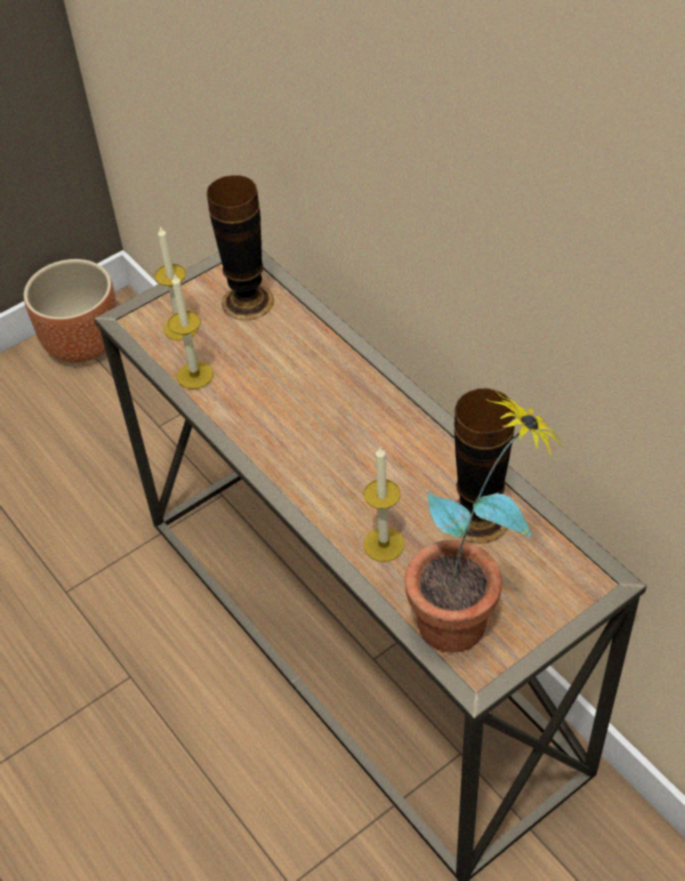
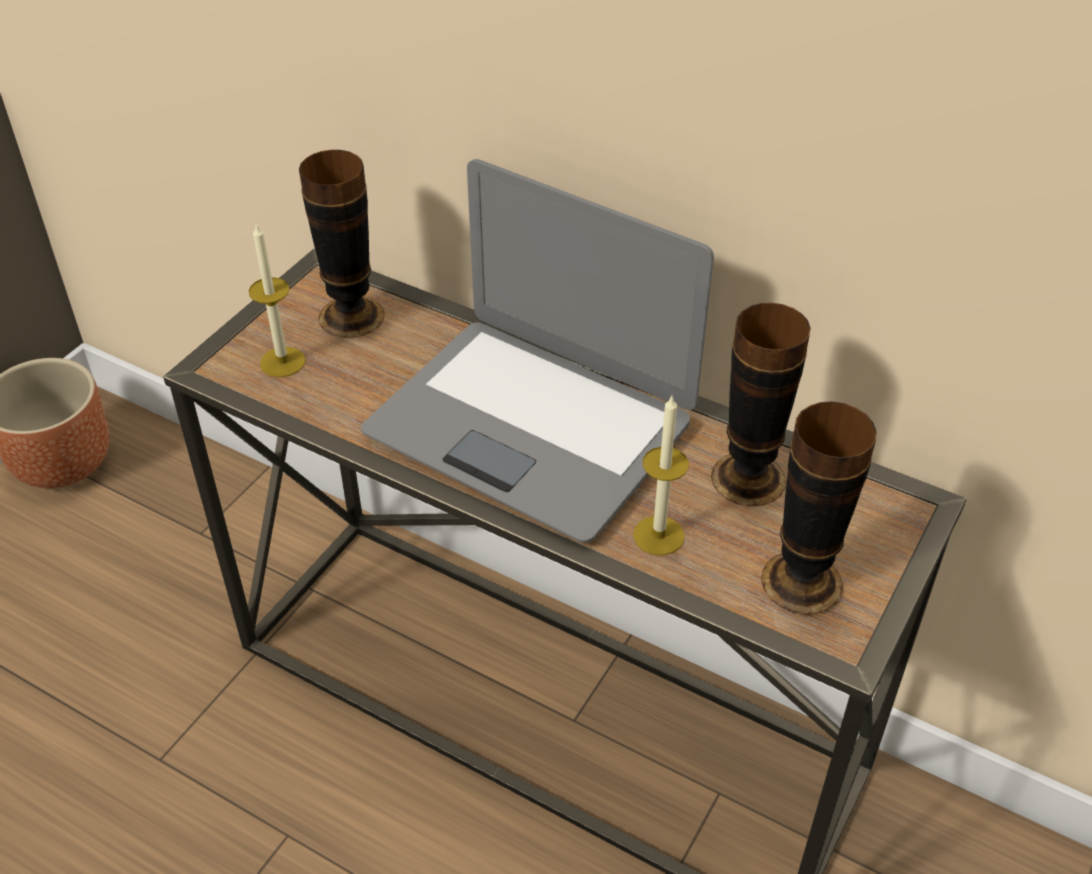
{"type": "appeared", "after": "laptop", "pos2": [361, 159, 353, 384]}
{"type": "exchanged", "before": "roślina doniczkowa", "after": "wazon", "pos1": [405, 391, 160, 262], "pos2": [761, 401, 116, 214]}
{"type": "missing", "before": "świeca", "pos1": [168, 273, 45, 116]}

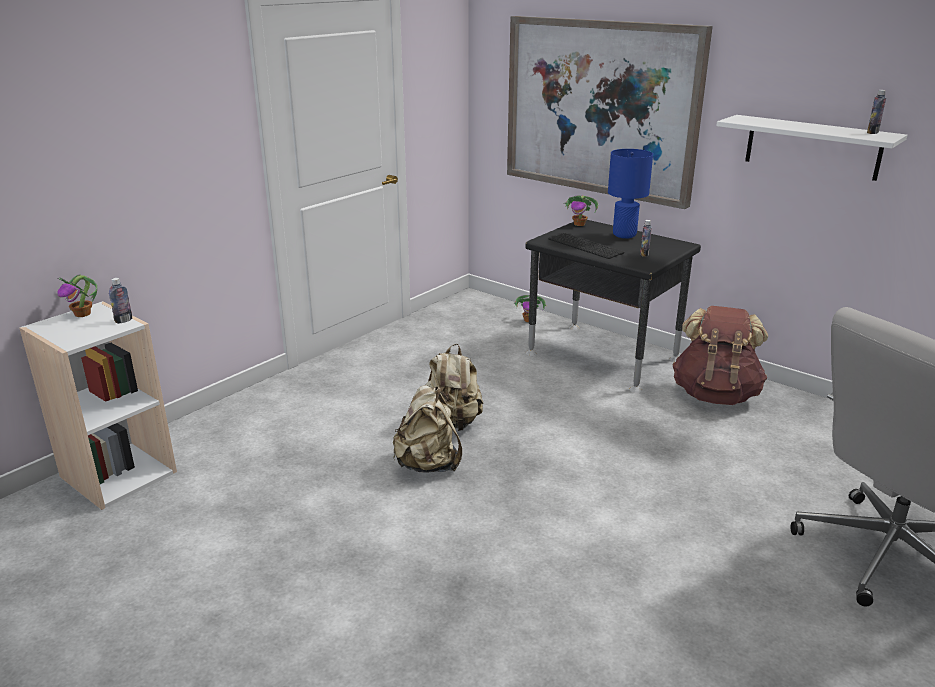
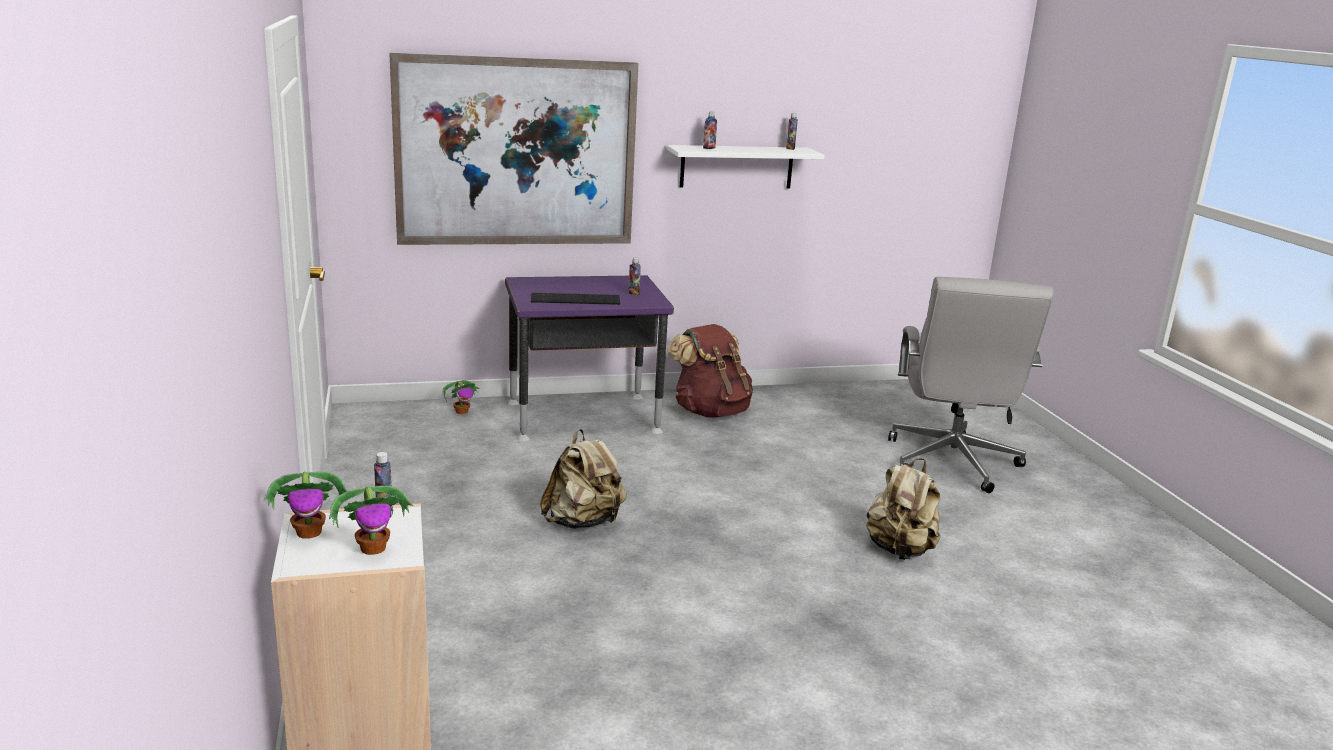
{"type": "relocated", "before": "roślina doniczkowa", "pos1": [563, 195, 35, 31], "pos2": [329, 486, 84, 69]}
{"type": "colour", "before": "biurko/czarny", "after": "biurko/fioletowy", "pos1": [526, 220, 175, 173], "pos2": [505, 275, 169, 166]}
{"type": "appeared", "after": "butelka", "pos2": [703, 112, 14, 37]}
{"type": "relocated", "before": "plecak/beżowy", "pos1": [393, 385, 69, 88], "pos2": [866, 458, 75, 102]}
{"type": "missing", "before": "lampa stołowa/niebieski", "pos1": [608, 149, 45, 90]}

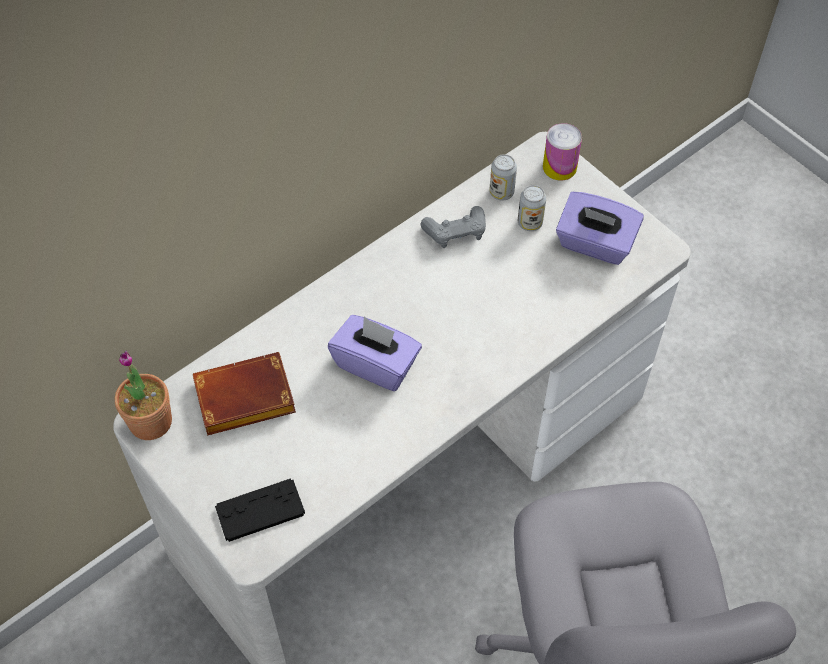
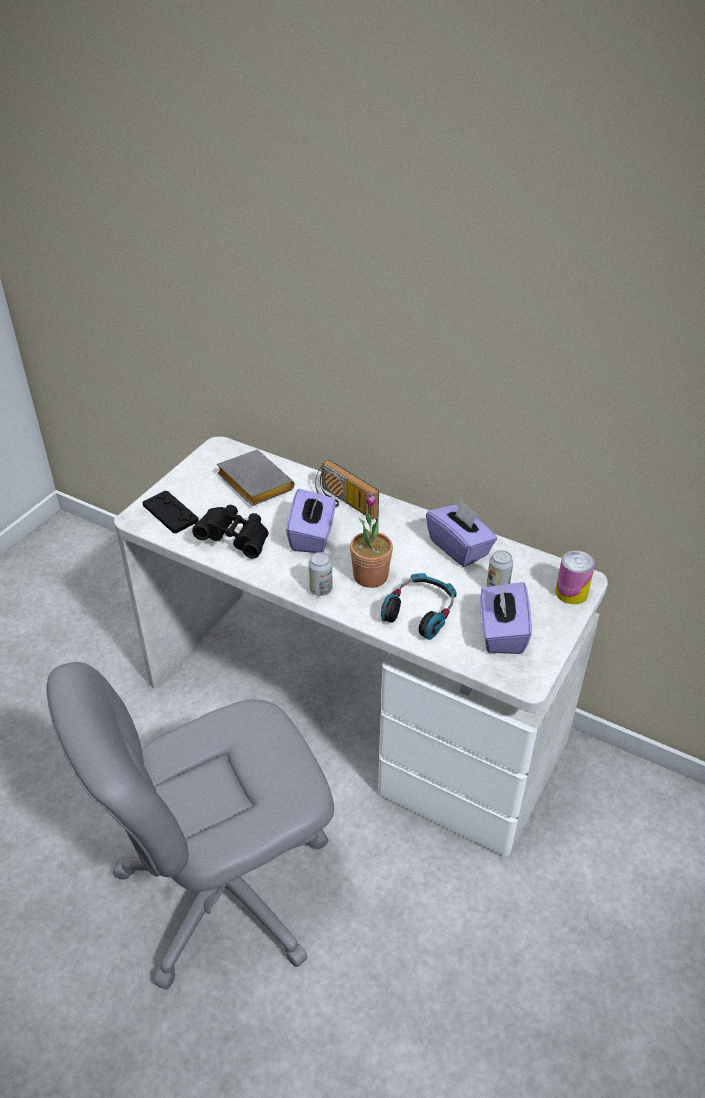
{"type": "appeared", "after": "lornetka/czarny", "pos2": [192, 505, 77, 54]}
{"type": "colour", "before": "książka/brązowy", "after": "książka/szary", "pos1": [193, 352, 103, 84], "pos2": [217, 450, 77, 56]}
{"type": "relocated", "before": "puszka", "pos1": [489, 154, 28, 46], "pos2": [308, 552, 25, 44]}
{"type": "appeared", "after": "radio", "pos2": [315, 460, 64, 59]}
{"type": "relocated", "before": "roślina doniczkowa", "pos1": [114, 351, 58, 89], "pos2": [350, 493, 43, 95]}
{"type": "appeared", "after": "słuchawki", "pos2": [381, 573, 76, 67]}
{"type": "exchanged", "before": "pad do gier/szary", "after": "pudełko chusteczek/fioletowy", "pos1": [421, 206, 65, 42], "pos2": [426, 499, 71, 68]}

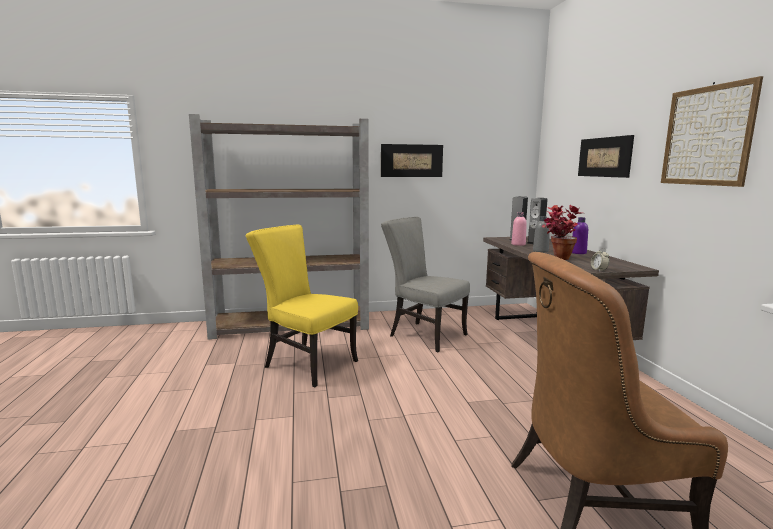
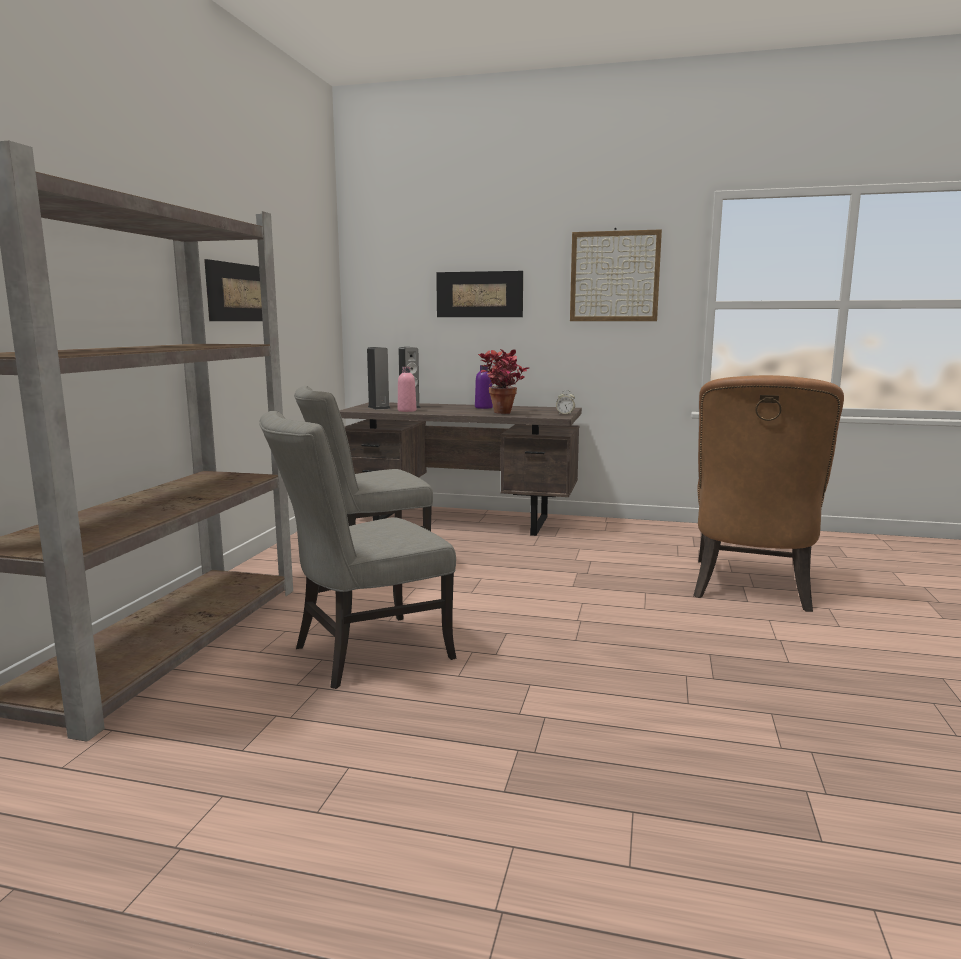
{"type": "colour", "before": "krzesło/żółty", "after": "krzesło/szary", "pos1": [246, 225, 112, 162], "pos2": [260, 411, 197, 278]}
{"type": "missing", "before": "butelka/szary", "pos1": [533, 216, 17, 36]}

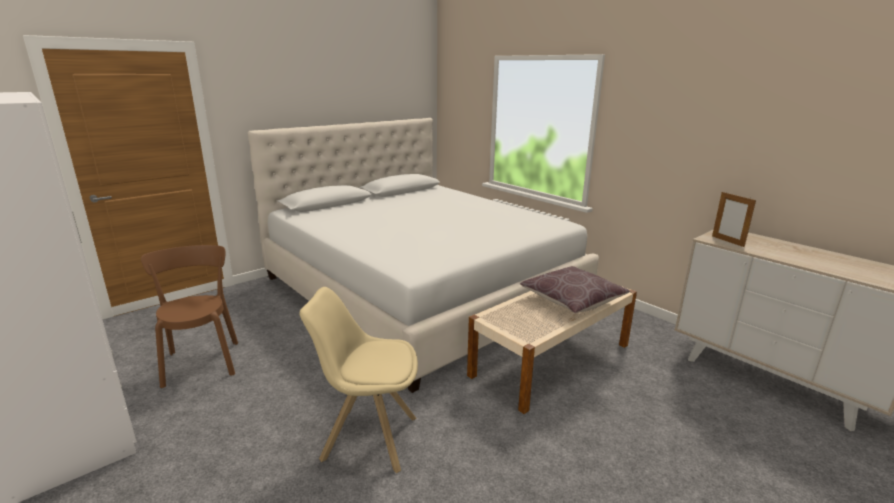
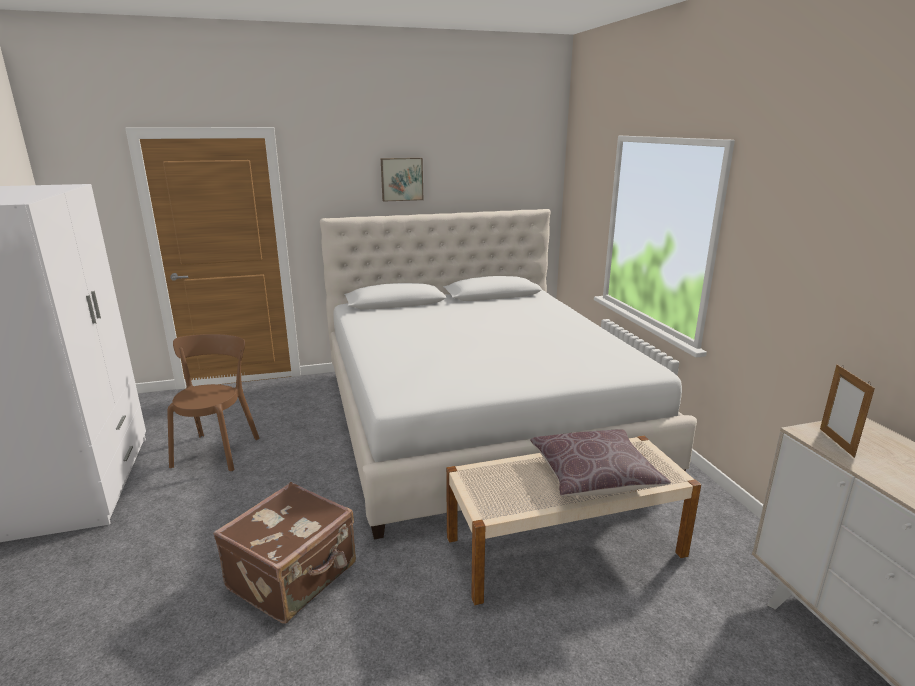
{"type": "exchanged", "before": "krzesło/beżowy", "after": "walizka/brązowy", "pos1": [299, 287, 119, 186], "pos2": [213, 482, 143, 141]}
{"type": "appeared", "after": "obraz", "pos2": [381, 158, 42, 44]}

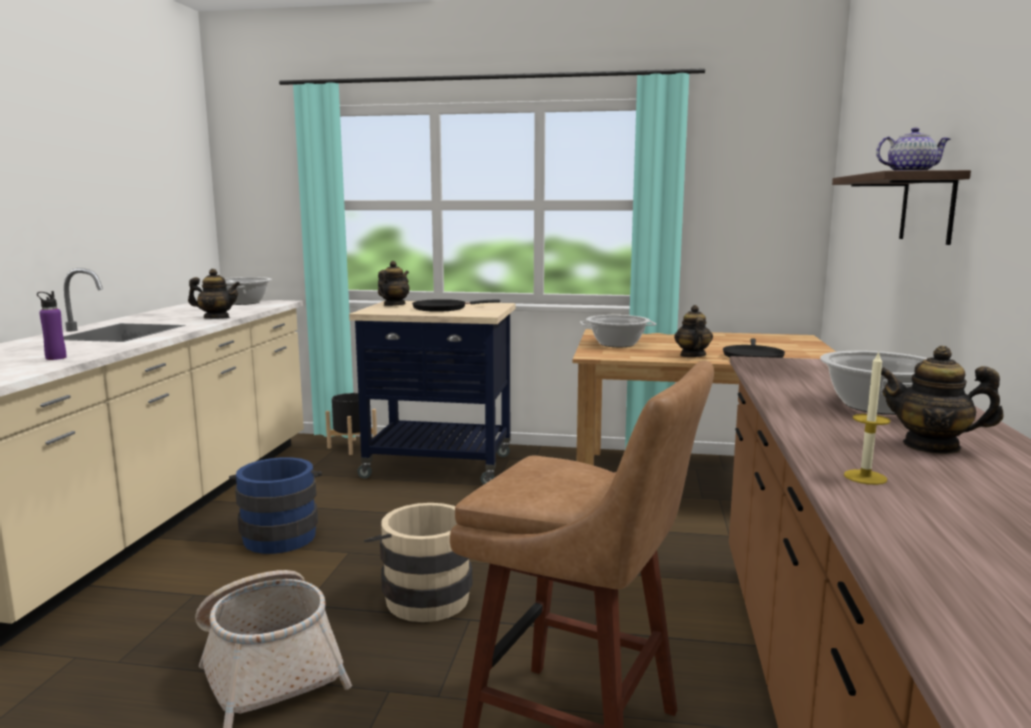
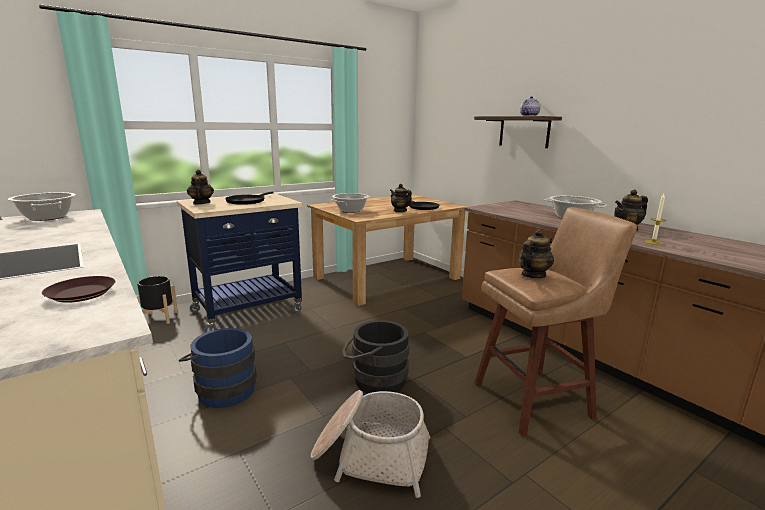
{"type": "exchanged", "before": "butelka/fioletowy", "after": "talerz/brązowy", "pos1": [37, 291, 29, 69], "pos2": [42, 276, 73, 27]}
{"type": "colour", "before": "wiadro/beżowy", "after": "wiadro/czarny", "pos1": [364, 503, 108, 119], "pos2": [342, 320, 67, 73]}
{"type": "relocated", "before": "imbryk", "pos1": [188, 269, 52, 50], "pos2": [518, 229, 36, 49]}

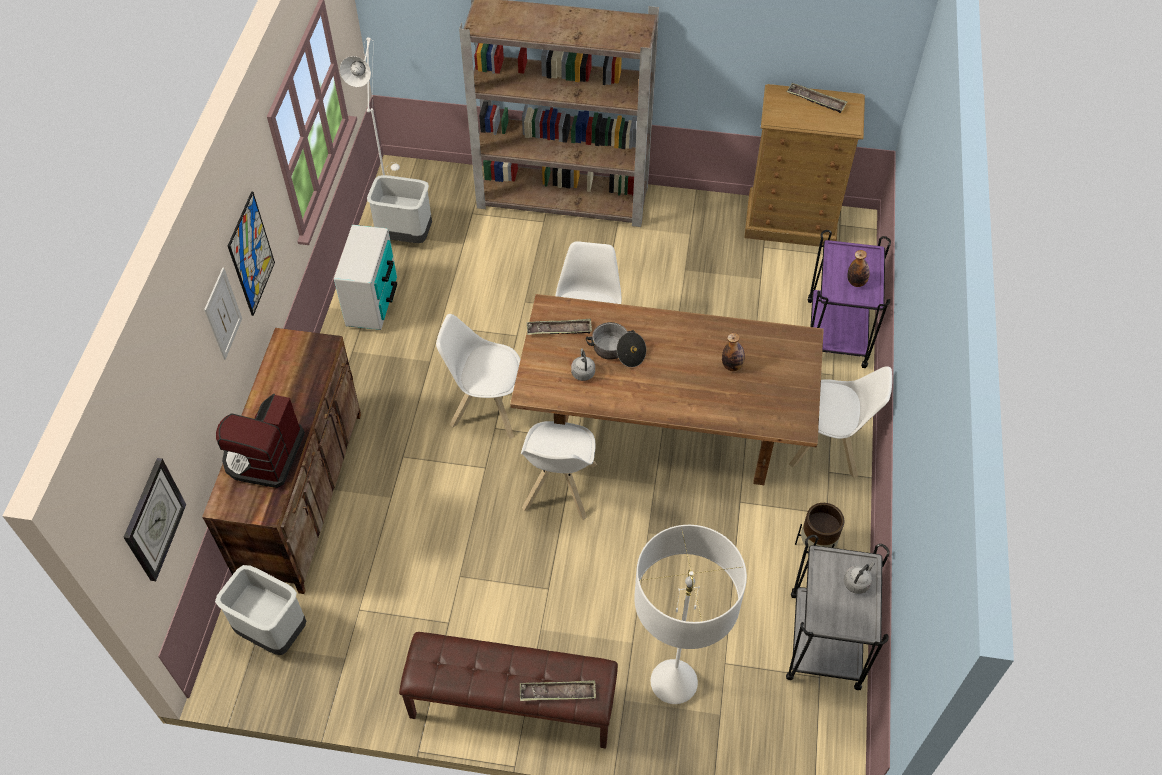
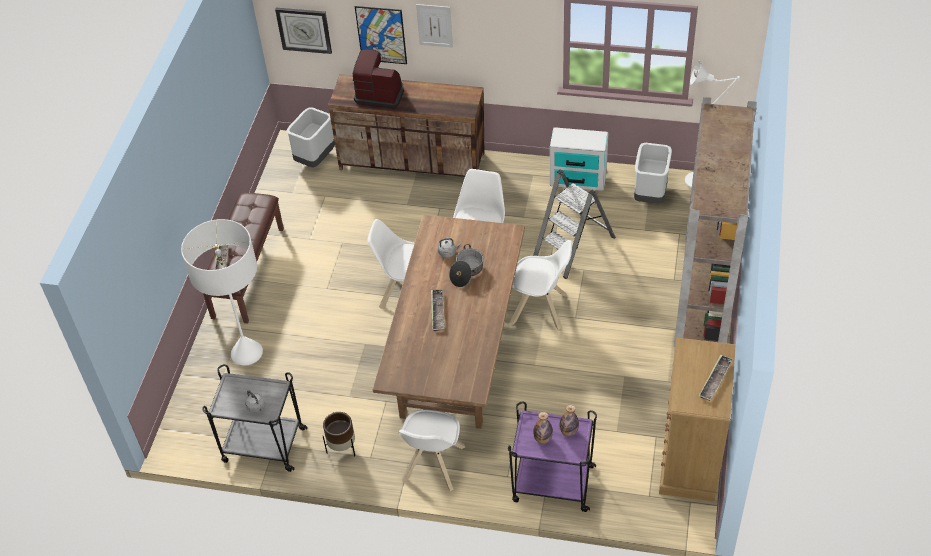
{"type": "relocated", "before": "obraz", "pos1": [228, 191, 47, 125], "pos2": [355, 6, 52, 58]}
{"type": "relocated", "before": "taca", "pos1": [527, 318, 65, 17], "pos2": [431, 289, 14, 42]}
{"type": "appeared", "after": "drabinka/szary", "pos2": [533, 169, 83, 110]}
{"type": "relocated", "before": "butelka", "pos1": [722, 333, 23, 38], "pos2": [560, 405, 19, 31]}

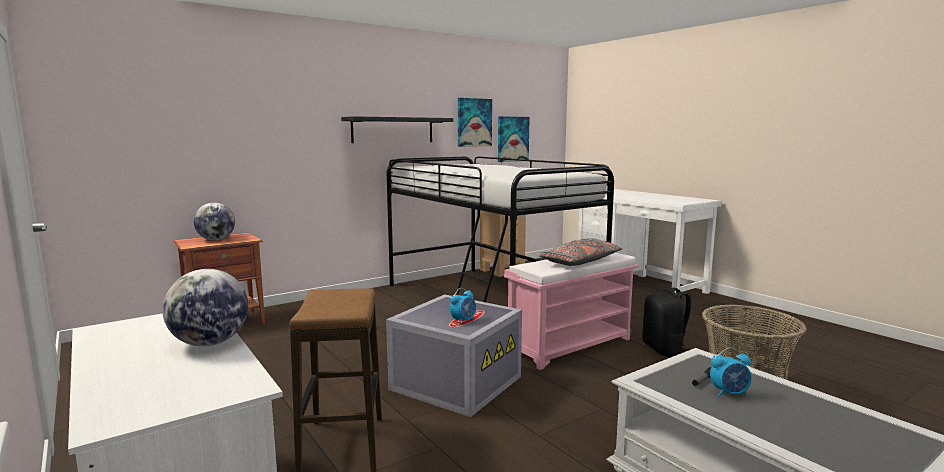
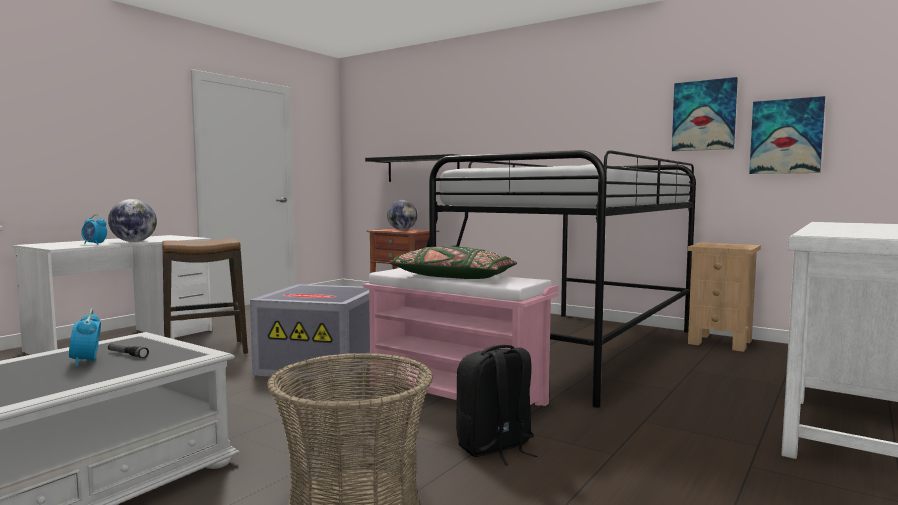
{"type": "relocated", "before": "budzik", "pos1": [450, 288, 26, 37], "pos2": [81, 214, 26, 31]}
{"type": "relocated", "before": "półka/czarny", "pos1": [341, 116, 112, 27], "pos2": [365, 154, 95, 28]}
{"type": "colour", "before": "poduszka/szary", "after": "poduszka/zielony", "pos1": [538, 238, 84, 28], "pos2": [390, 246, 127, 33]}

